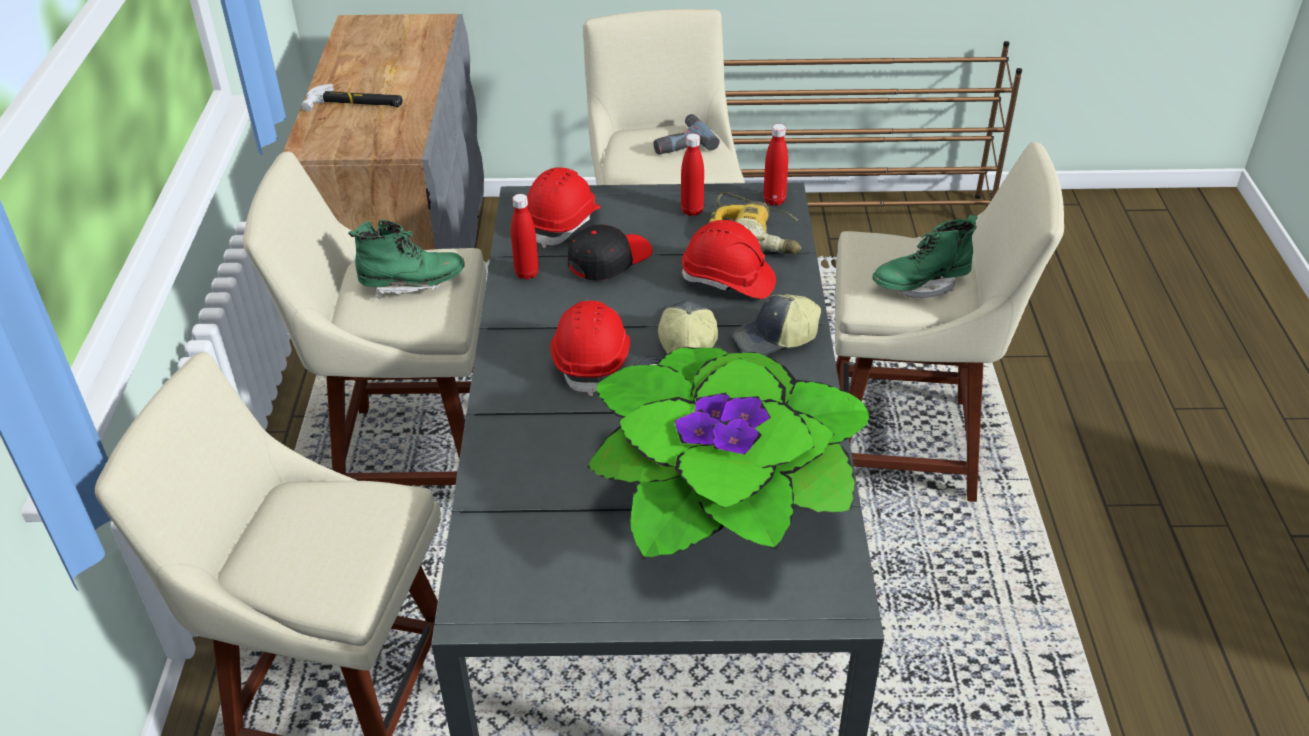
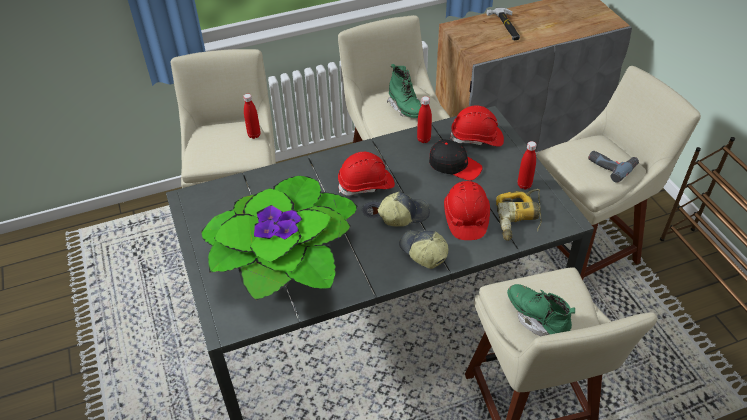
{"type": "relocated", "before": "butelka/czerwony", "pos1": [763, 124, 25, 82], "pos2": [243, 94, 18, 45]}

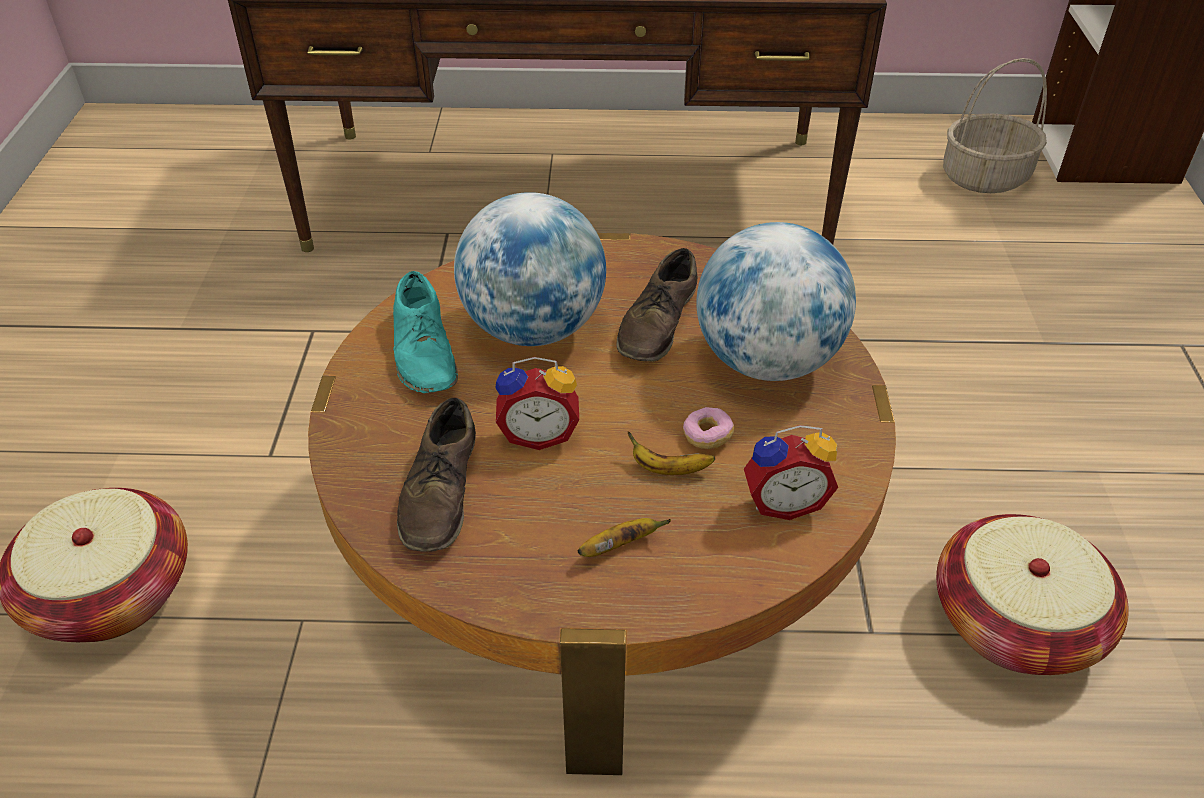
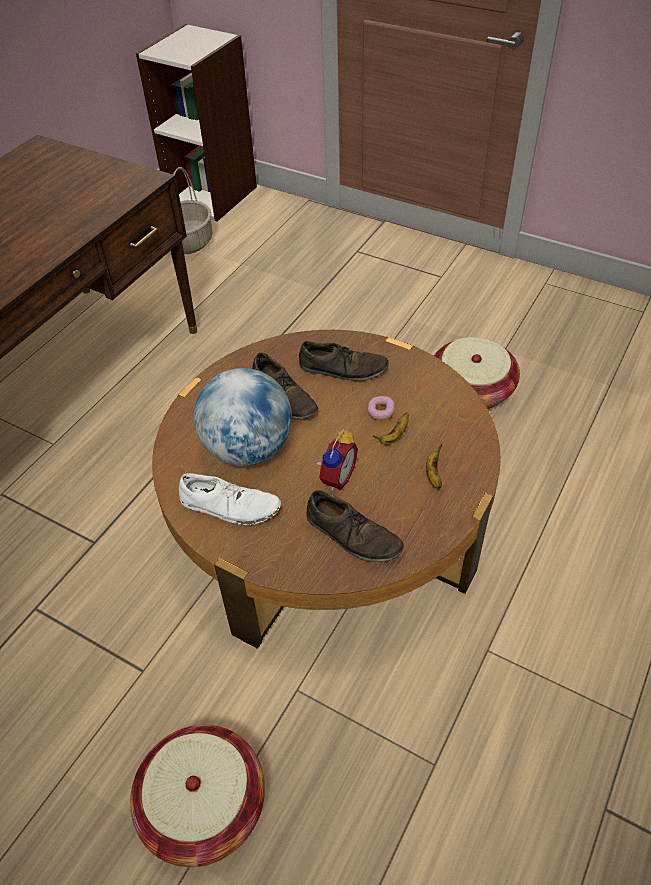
{"type": "colour", "before": "but/turkusowy", "after": "but/biały", "pos1": [393, 271, 65, 122], "pos2": [178, 473, 103, 52]}
{"type": "exchanged", "before": "globus", "after": "but/brązowy", "pos1": [696, 222, 160, 159], "pos2": [299, 341, 90, 40]}
{"type": "missing", "before": "budzik", "pos1": [744, 425, 94, 95]}

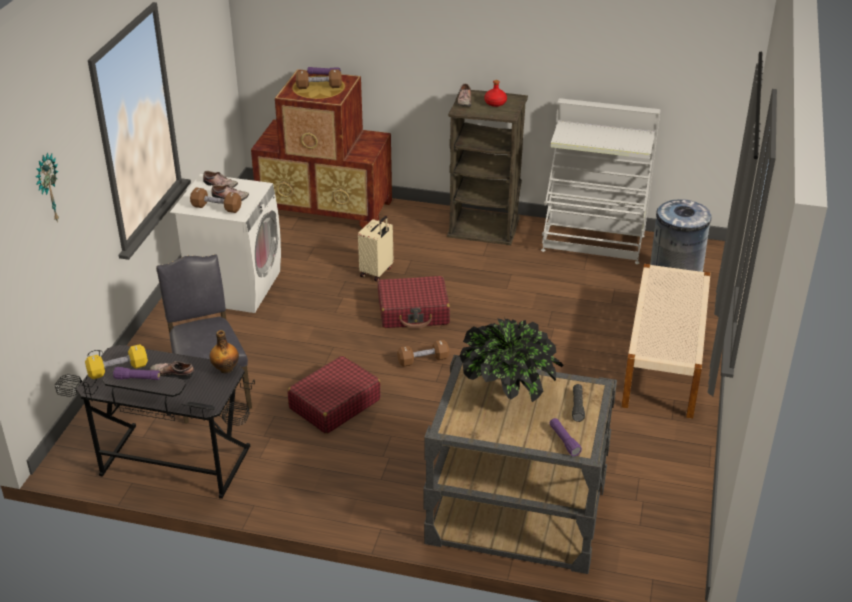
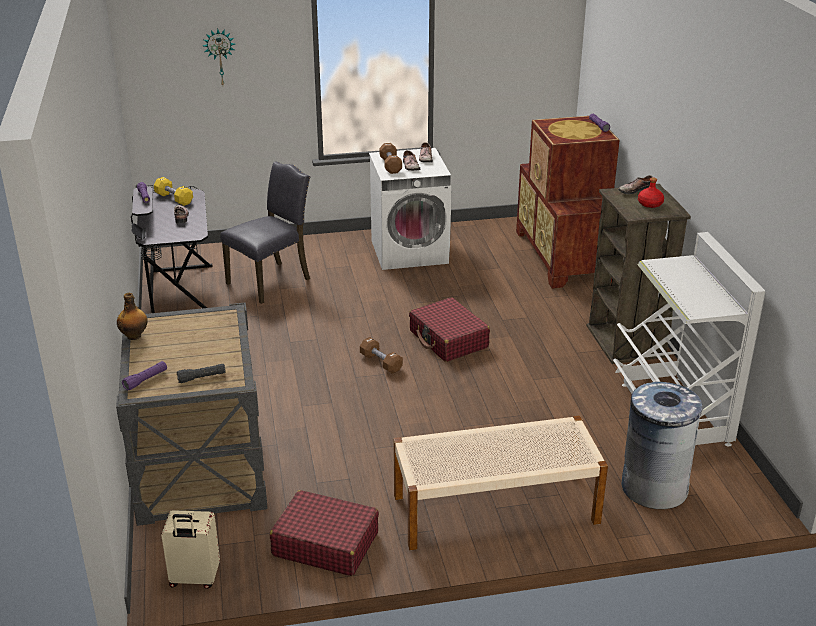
{"type": "relocated", "before": "butelka", "pos1": [210, 330, 29, 44], "pos2": [117, 293, 31, 47]}
{"type": "relocated", "before": "walizka/beżowy", "pos1": [358, 216, 35, 66], "pos2": [161, 510, 59, 79]}
{"type": "relocated", "before": "walizka/czerwony", "pos1": [288, 356, 93, 78], "pos2": [270, 490, 109, 86]}
{"type": "missing", "before": "hantel/brązowy", "pos1": [296, 69, 46, 20]}
{"type": "missing", "before": "roślina doniczkowa", "pos1": [459, 318, 105, 84]}

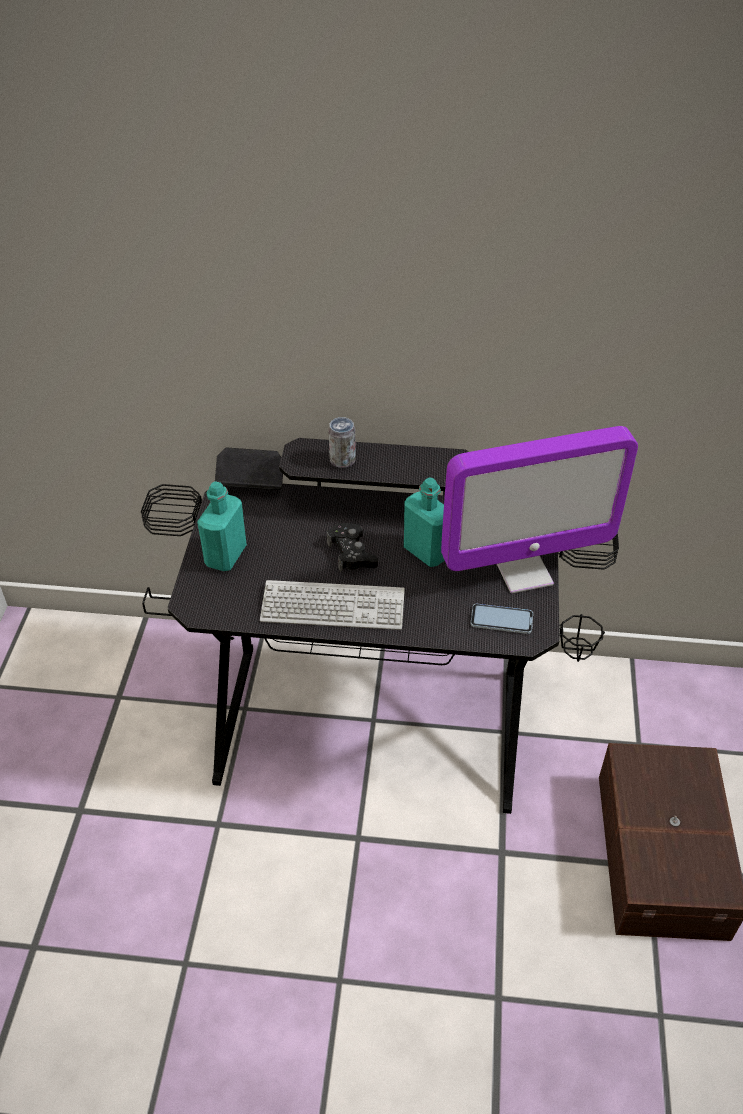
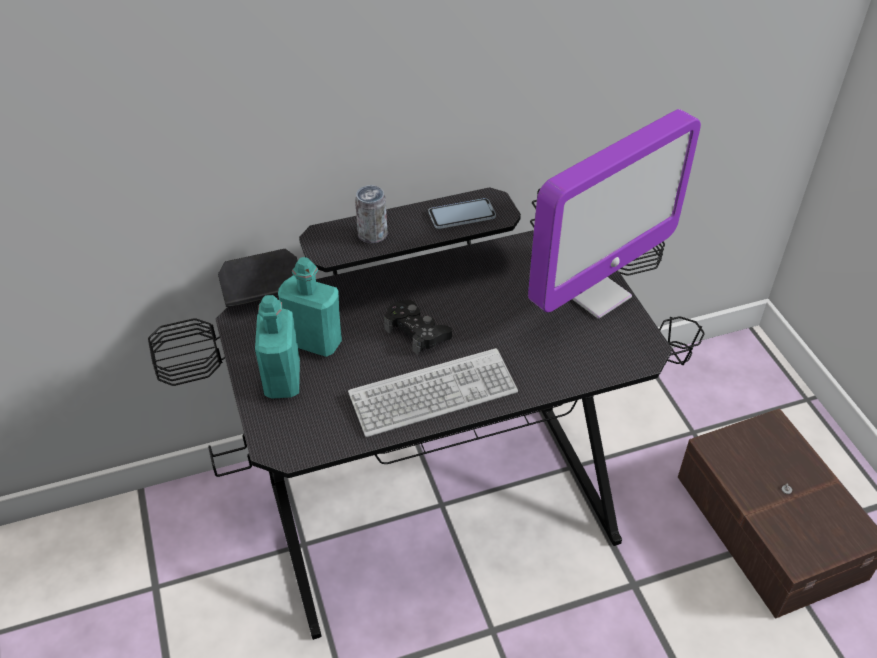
{"type": "relocated", "before": "butelka/turkusowy", "pos1": [404, 477, 41, 90], "pos2": [278, 257, 64, 100]}
{"type": "relocated", "before": "telefon", "pos1": [471, 604, 62, 30], "pos2": [429, 198, 67, 31]}

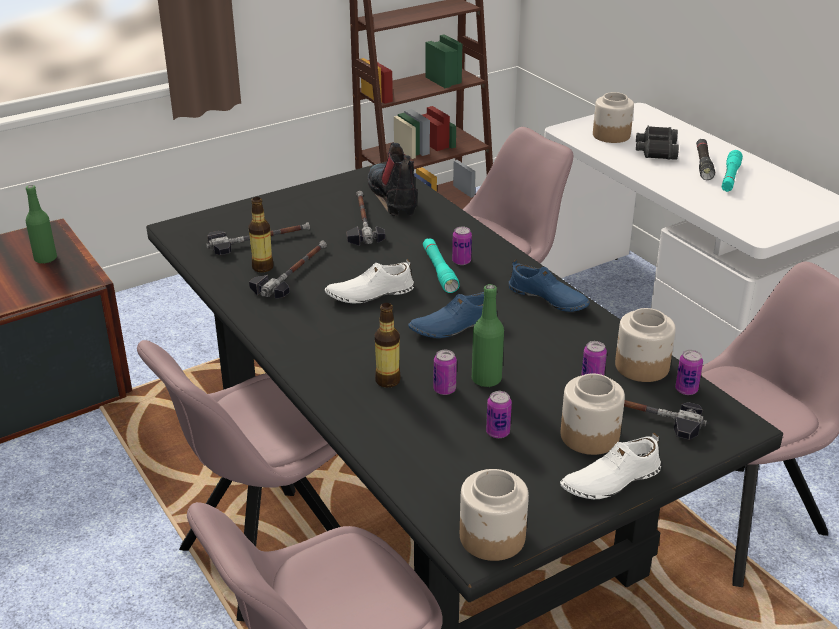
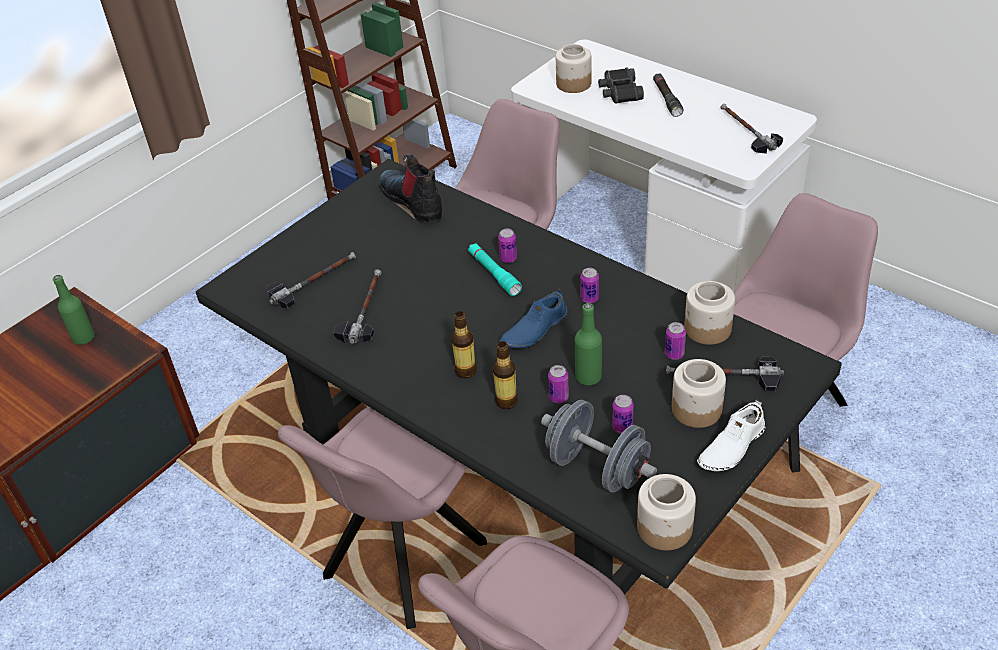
{"type": "relocated", "before": "butelka", "pos1": [248, 197, 26, 75], "pos2": [451, 311, 26, 67]}
{"type": "appeared", "after": "hantel/szary", "pos2": [541, 400, 116, 92]}
{"type": "relocated", "before": "puszka", "pos1": [675, 350, 28, 45], "pos2": [580, 268, 19, 35]}
{"type": "relocated", "before": "młotek", "pos1": [346, 191, 39, 55], "pos2": [721, 103, 62, 51]}
{"type": "missing", "before": "but/biały", "pos1": [325, 259, 89, 45]}
{"type": "missing", "before": "but/niebieski", "pos1": [508, 259, 82, 53]}
{"type": "missing", "before": "latarka/turkusowy", "pos1": [722, 150, 21, 42]}

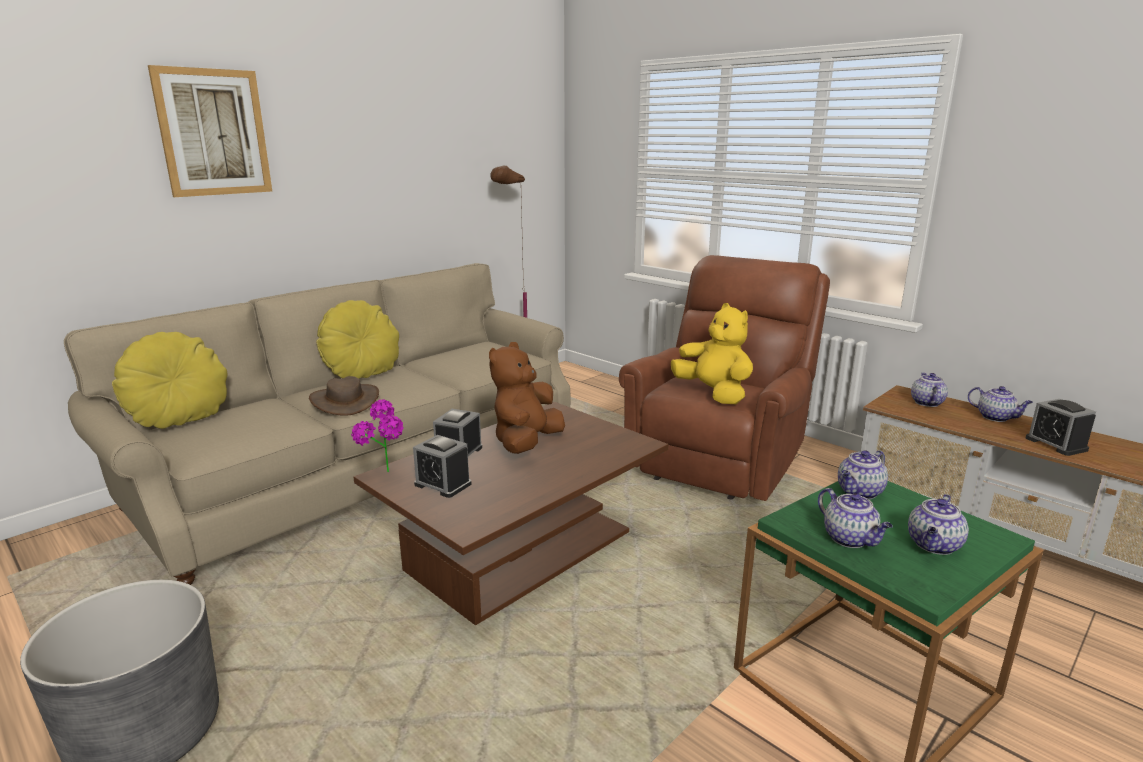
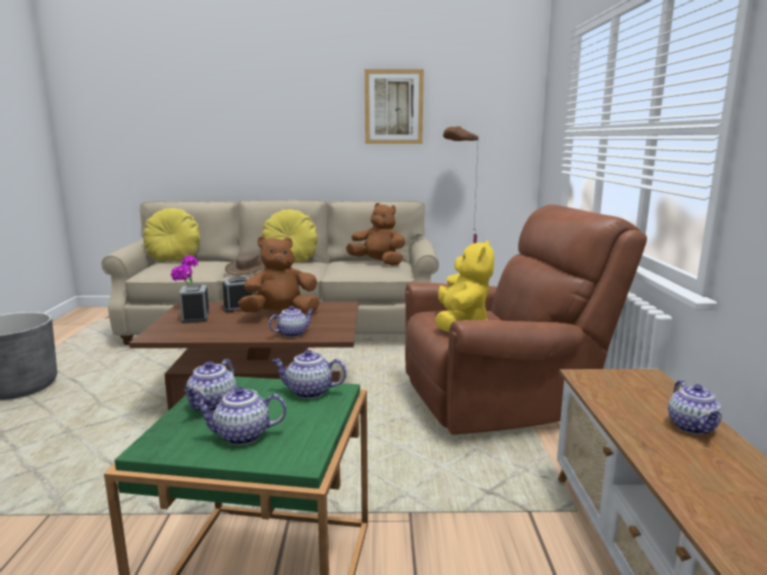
{"type": "relocated", "before": "imbryk", "pos1": [911, 373, 37, 34], "pos2": [269, 306, 45, 31]}
{"type": "appeared", "after": "pluszak/brązowy", "pos2": [346, 203, 59, 63]}
{"type": "relocated", "before": "obraz", "pos1": [148, 65, 124, 132], "pos2": [365, 69, 59, 75]}
{"type": "missing", "before": "budzik", "pos1": [1026, 399, 70, 57]}

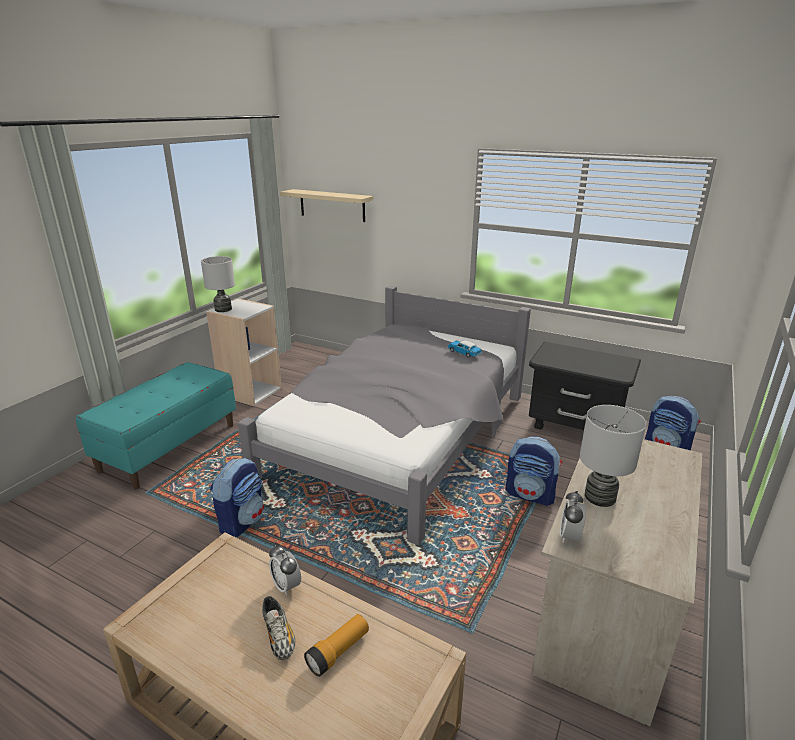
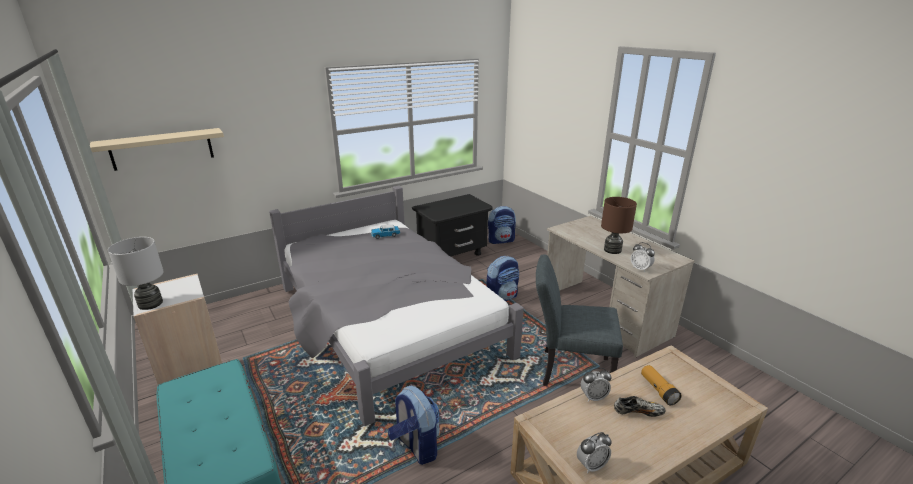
{"type": "appeared", "after": "krzesło/szary", "pos2": [536, 254, 87, 132]}
{"type": "appeared", "after": "budzik", "pos2": [577, 432, 35, 41]}
{"type": "colour", "before": "lampa stołowa/szary", "after": "lampa stołowa/brązowy", "pos1": [580, 405, 66, 102], "pos2": [601, 197, 36, 57]}

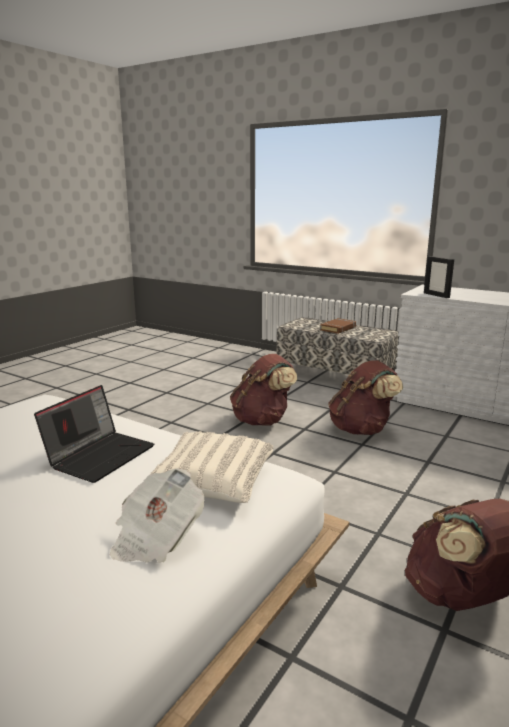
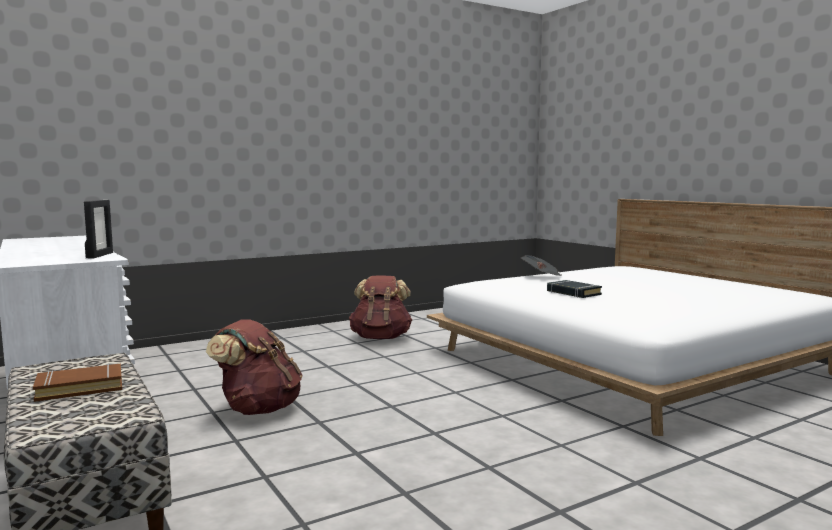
{"type": "exchanged", "before": "laptop", "after": "książka/czarny", "pos1": [34, 385, 120, 98], "pos2": [547, 280, 55, 18]}
{"type": "missing", "before": "poduszka/beżowy", "pos1": [151, 431, 123, 72]}
{"type": "missing", "before": "plecak/brązowy", "pos1": [230, 354, 68, 71]}

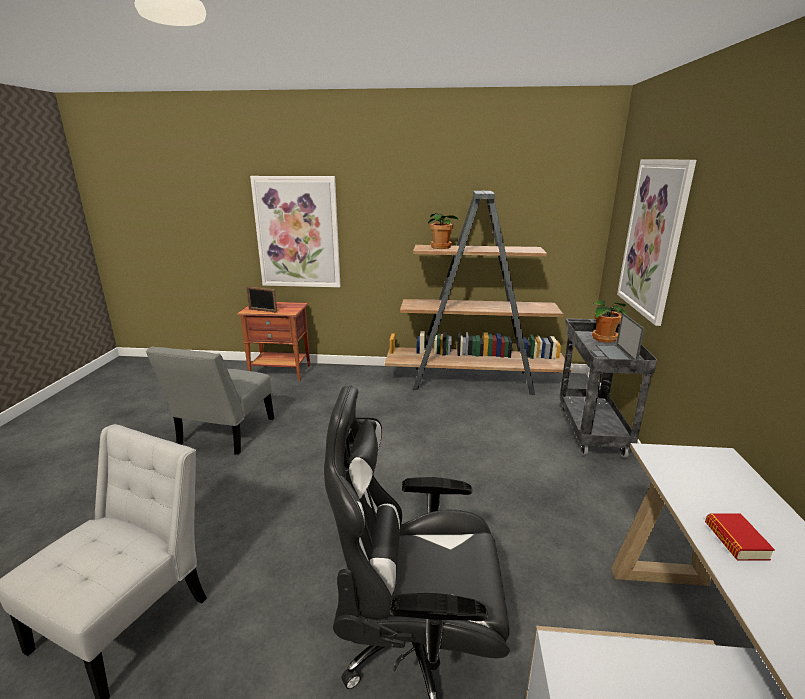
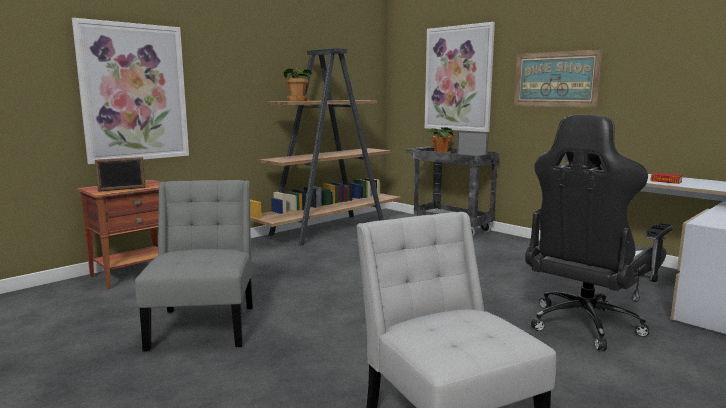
{"type": "spun", "before": "krzesło/szary", "pos1": [146, 346, 128, 109], "pos2": [135, 180, 118, 171], "turn": -150}
{"type": "appeared", "after": "obraz", "pos2": [514, 49, 88, 59]}

